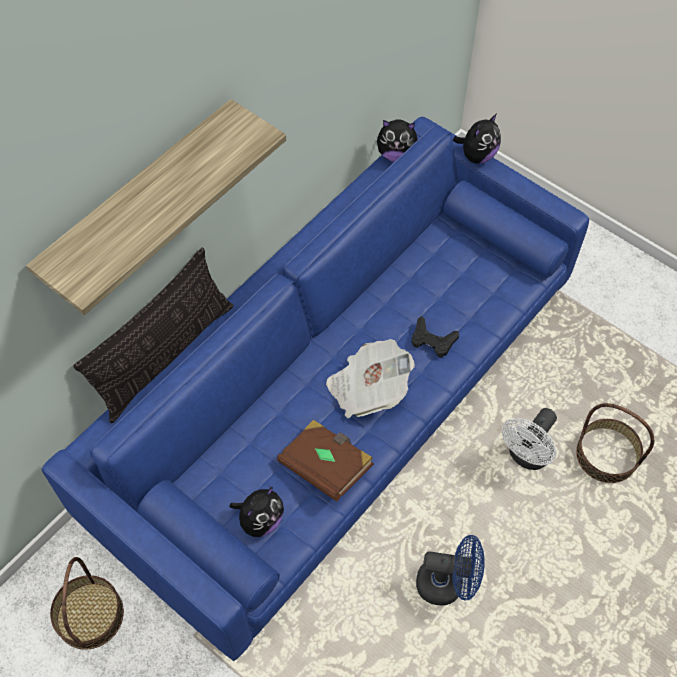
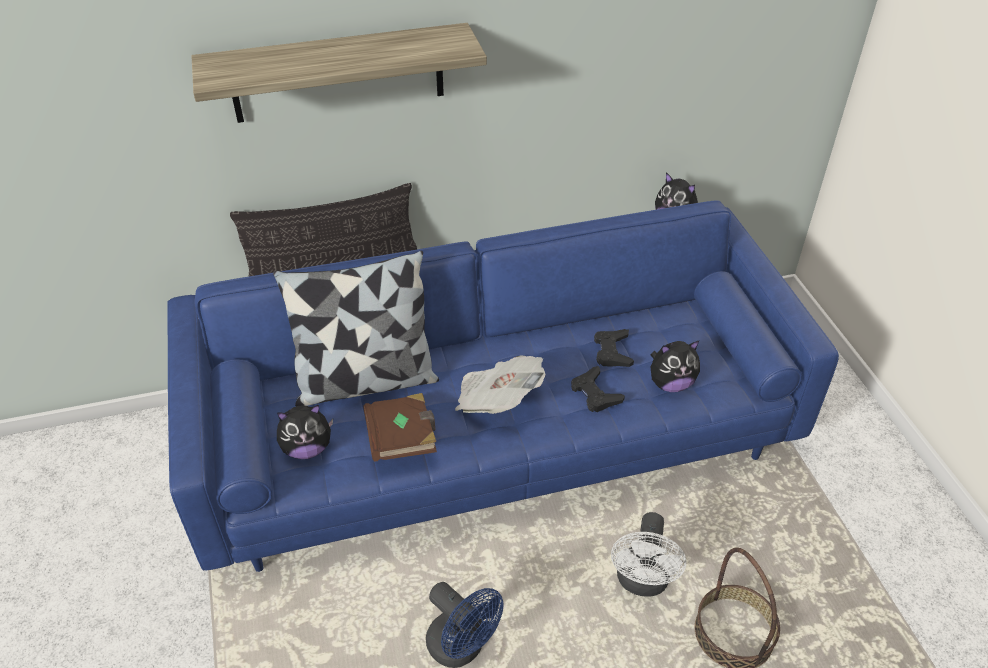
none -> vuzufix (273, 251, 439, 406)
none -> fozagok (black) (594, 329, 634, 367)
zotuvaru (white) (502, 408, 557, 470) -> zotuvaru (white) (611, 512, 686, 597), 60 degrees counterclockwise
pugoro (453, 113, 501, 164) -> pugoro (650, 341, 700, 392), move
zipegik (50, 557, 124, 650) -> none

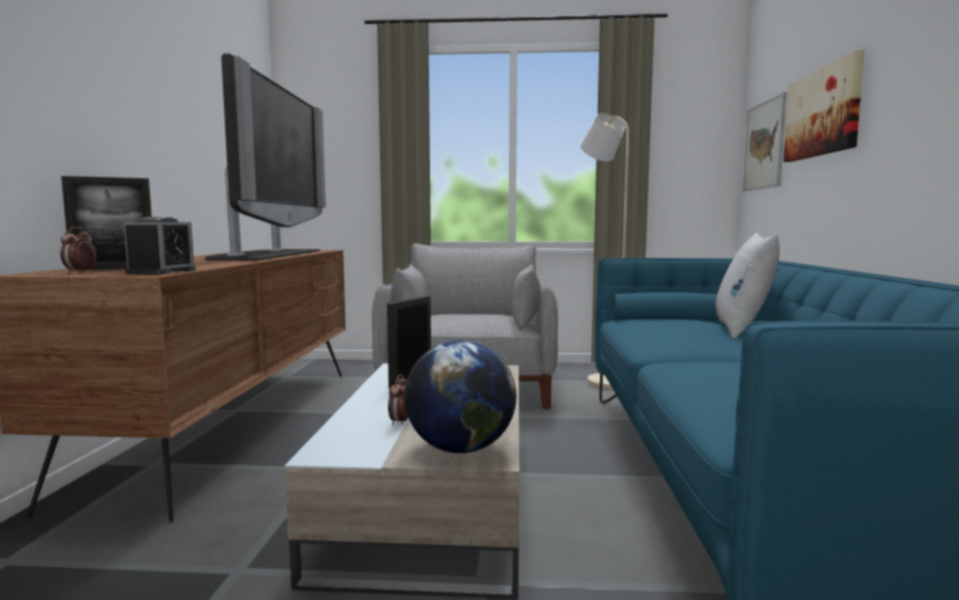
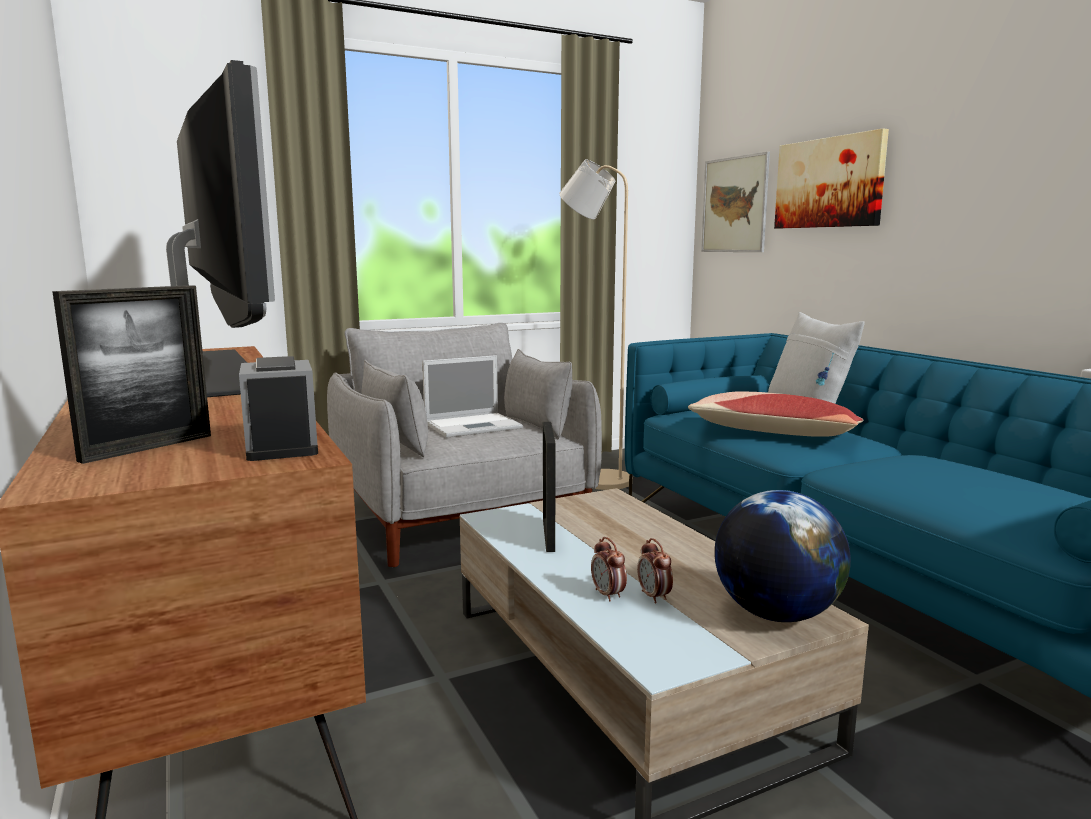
none -> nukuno (422, 355, 523, 438)
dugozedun (60, 227, 96, 274) -> dugozedun (591, 537, 627, 602), move
none -> vuzufix (688, 391, 863, 437)

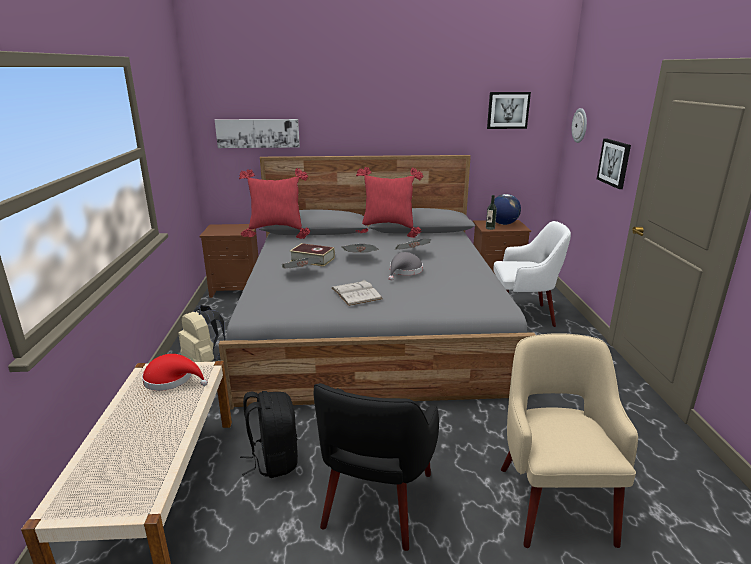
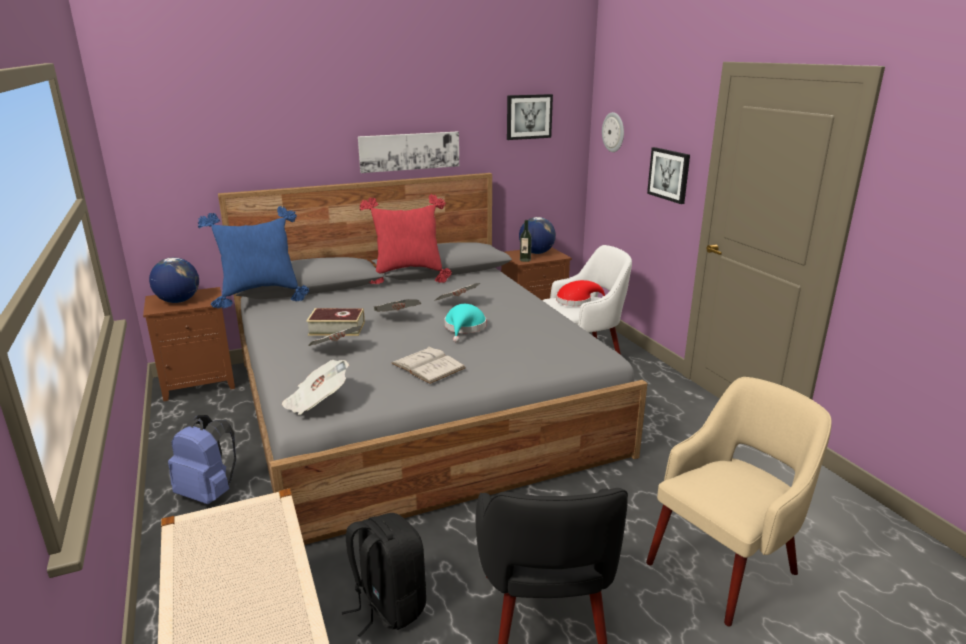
none -> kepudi (149, 258, 199, 303)
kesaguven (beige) (178, 305, 225, 362) -> kesaguven (blue) (168, 415, 236, 504)
vuzufix (red) (239, 168, 310, 239) -> vuzufix (blue) (198, 206, 309, 308)
none -> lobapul (282, 360, 349, 415)
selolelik (215, 119, 300, 148) -> selolelik (358, 132, 459, 173), move
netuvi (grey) (389, 252, 423, 281) -> netuvi (turquoise) (445, 304, 486, 342)
netuvi (red) (142, 354, 208, 391) -> netuvi (red) (556, 280, 605, 306), move
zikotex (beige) (501, 333, 638, 548) -> zikotex (beige) (646, 377, 832, 627), 75 degrees clockwise

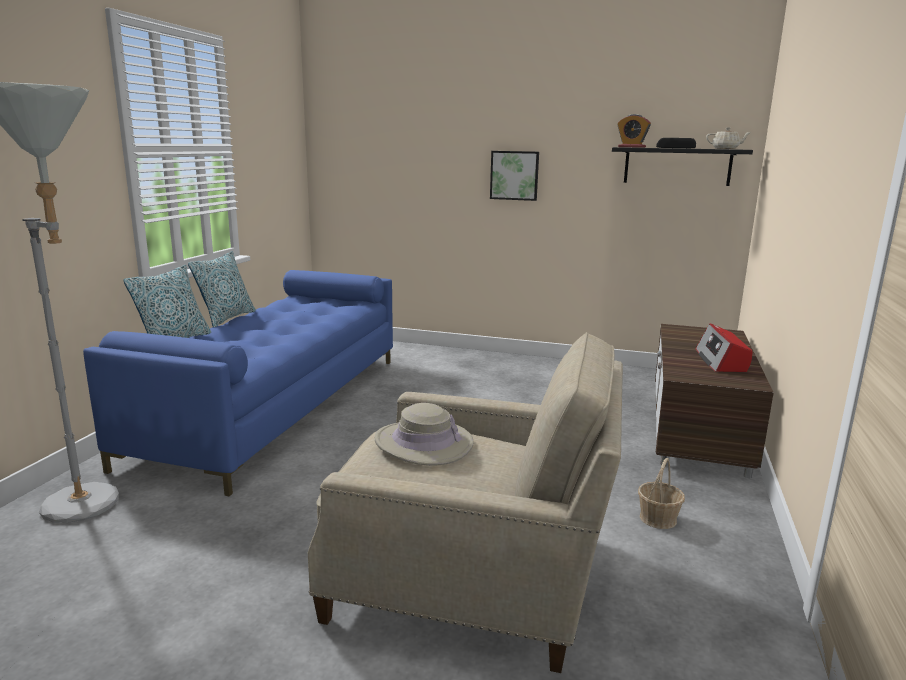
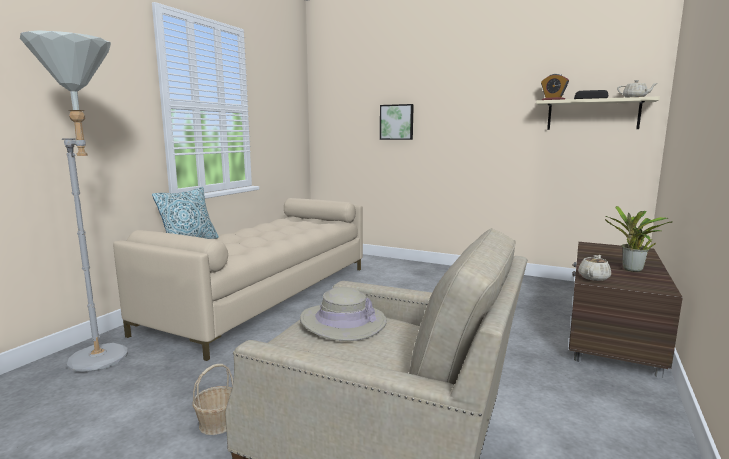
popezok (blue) (83, 270, 393, 496) -> popezok (beige) (113, 198, 363, 361)
zipegik (638, 458, 685, 529) -> zipegik (192, 364, 233, 435), move
selolelik (490, 151, 539, 201) -> selolelik (380, 104, 414, 140), move
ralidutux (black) (612, 147, 753, 186) -> ralidutux (beige) (536, 96, 660, 130)
none -> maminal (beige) (578, 255, 611, 281)
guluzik (696, 324, 753, 372) -> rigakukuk (605, 206, 673, 272)
vuzufix (188, 251, 256, 328) -> none

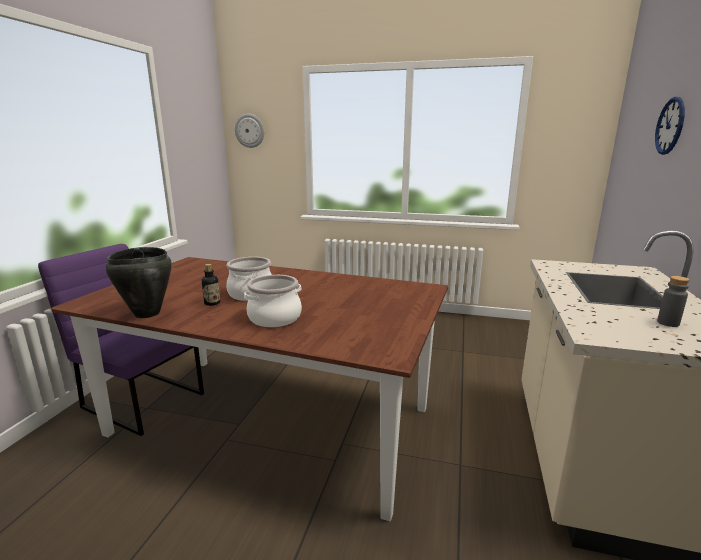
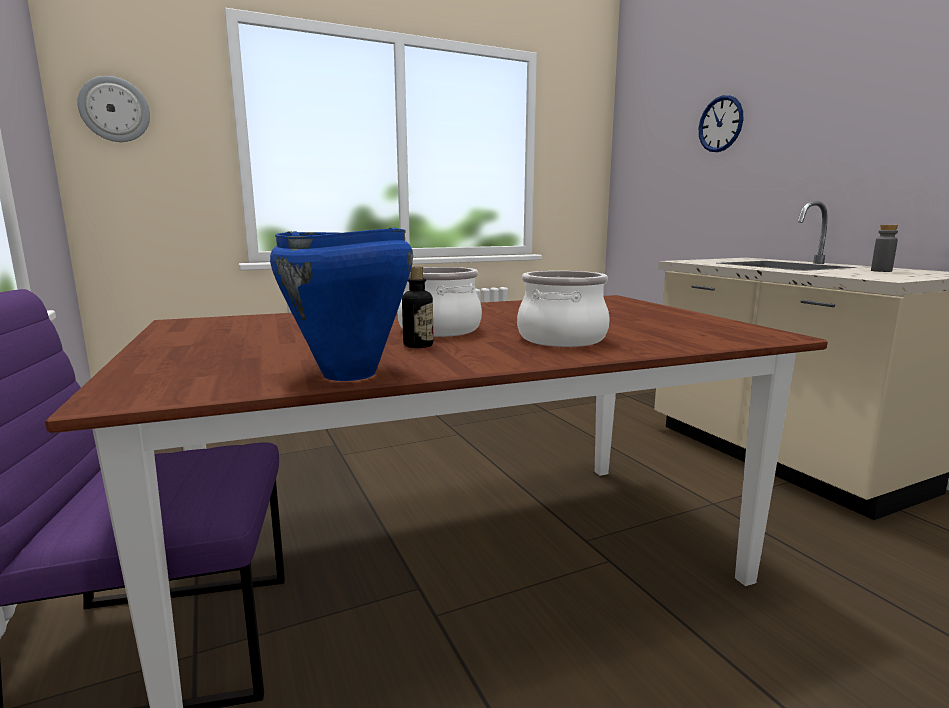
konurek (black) (106, 247, 172, 318) -> konurek (blue) (270, 228, 413, 381)

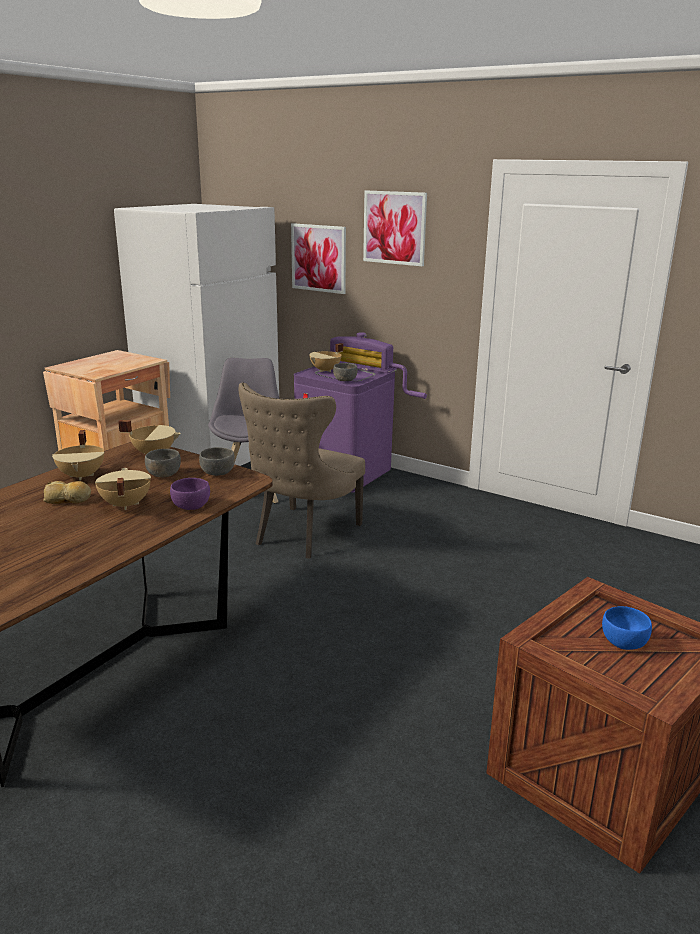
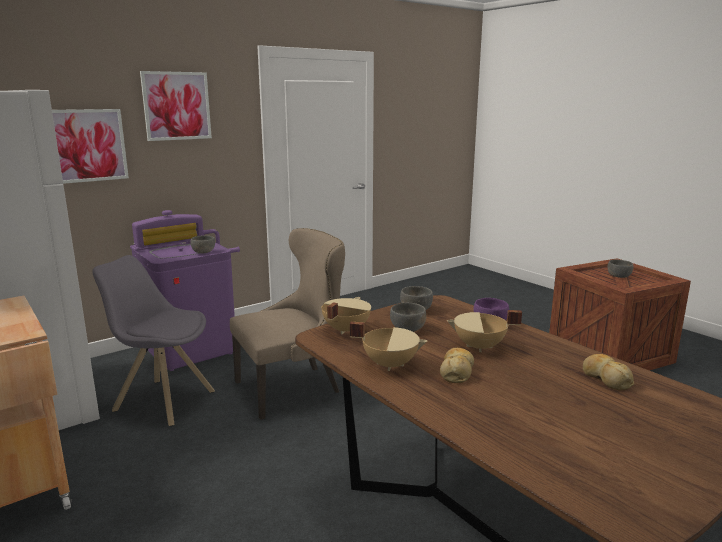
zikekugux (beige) (239, 383, 365, 558) -> zikekugux (beige) (230, 228, 345, 420), 75 degrees counterclockwise
none -> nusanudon (583, 354, 634, 390)
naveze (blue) (602, 606, 652, 650) -> naveze (grey) (608, 260, 634, 278)
konurek (beige) (309, 343, 343, 372) -> none

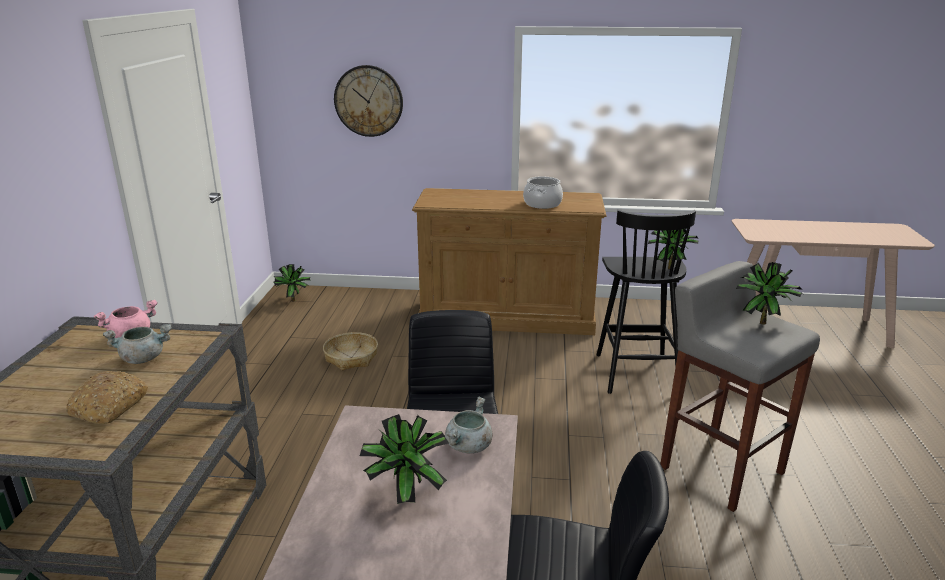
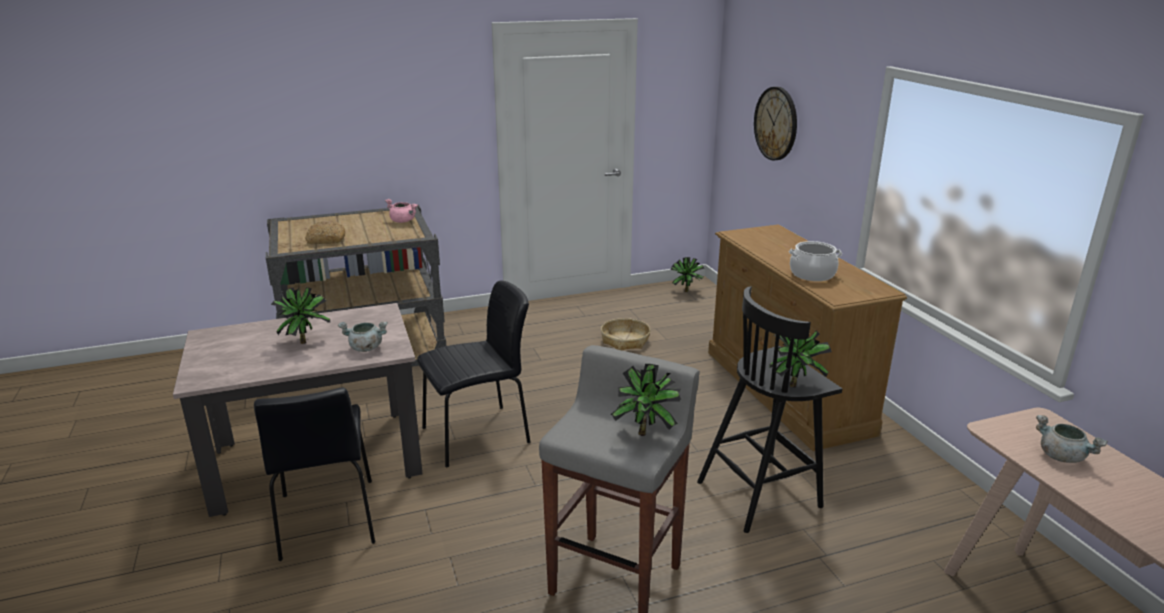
konurek (grey) (103, 324, 172, 364) -> konurek (grey) (1036, 415, 1108, 463), move

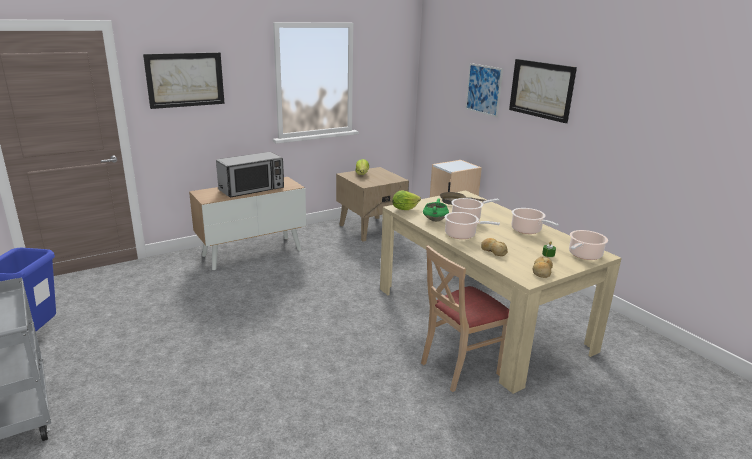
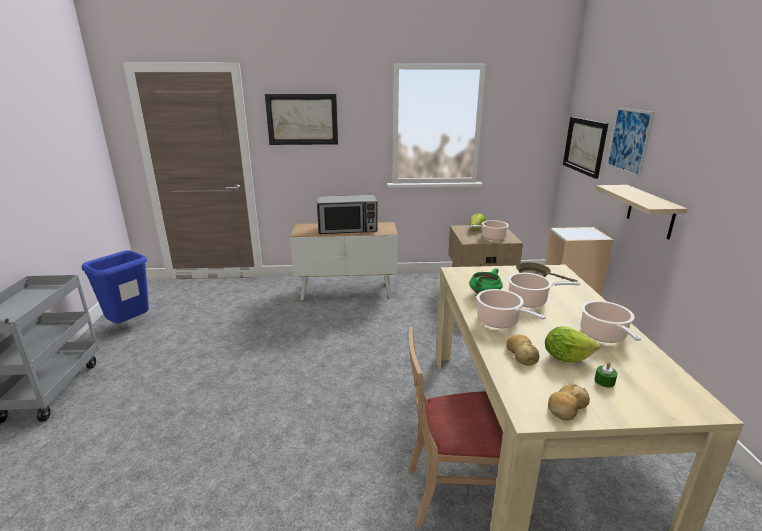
konurek (569, 230, 608, 260) -> konurek (469, 220, 509, 240), move
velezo (392, 191, 421, 210) -> velezo (545, 326, 600, 363), move
selolelik (509, 59, 577, 123) -> selolelik (563, 117, 608, 179), move
none -> ralidutux (595, 185, 688, 240)

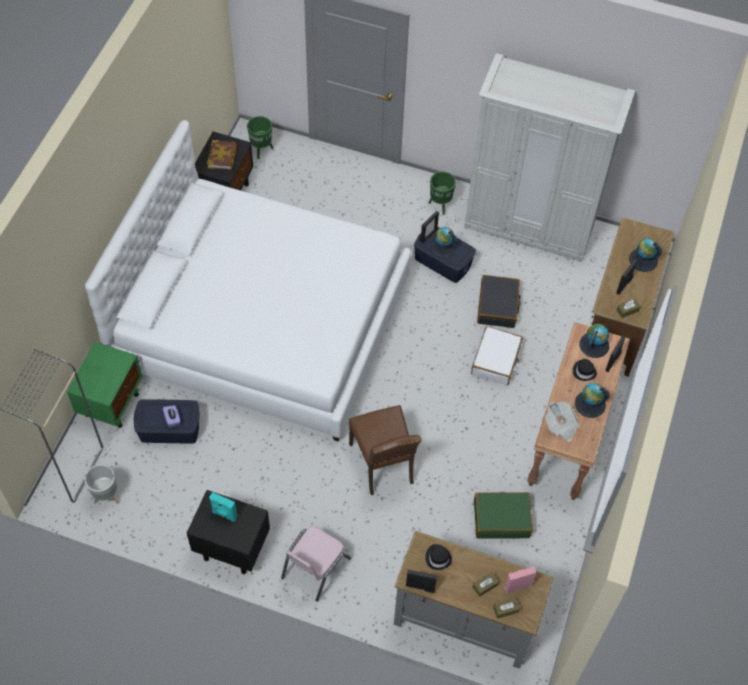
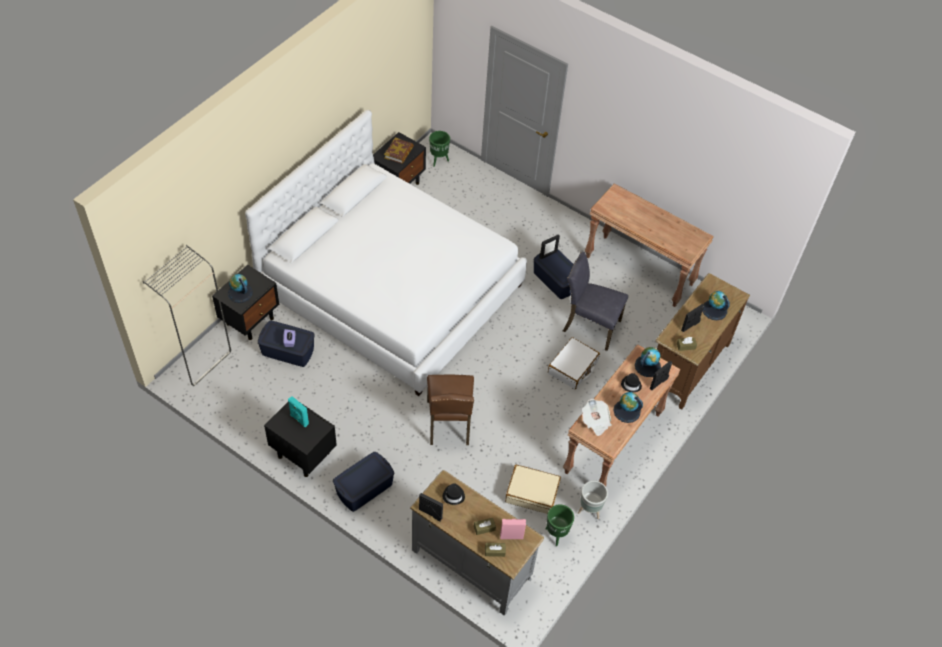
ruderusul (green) (67, 342, 143, 428) -> ruderusul (black) (212, 265, 279, 340)
kepudi (430, 227, 457, 258) -> kepudi (228, 274, 253, 303), move
zikekugux (pink) (281, 526, 351, 602) -> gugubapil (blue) (333, 452, 394, 512)
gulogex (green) (474, 492, 533, 539) -> gulogex (beige) (505, 465, 561, 514)
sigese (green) (429, 172, 456, 215) -> sigese (green) (545, 504, 574, 546), move
gulogex (black) (477, 275, 521, 328) -> zikekugux (grey) (563, 252, 628, 351)
sigese (grey) (84, 464, 119, 504) -> sigese (grey) (578, 481, 608, 519), move
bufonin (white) (464, 53, 635, 262) -> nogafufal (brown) (585, 183, 714, 307)

